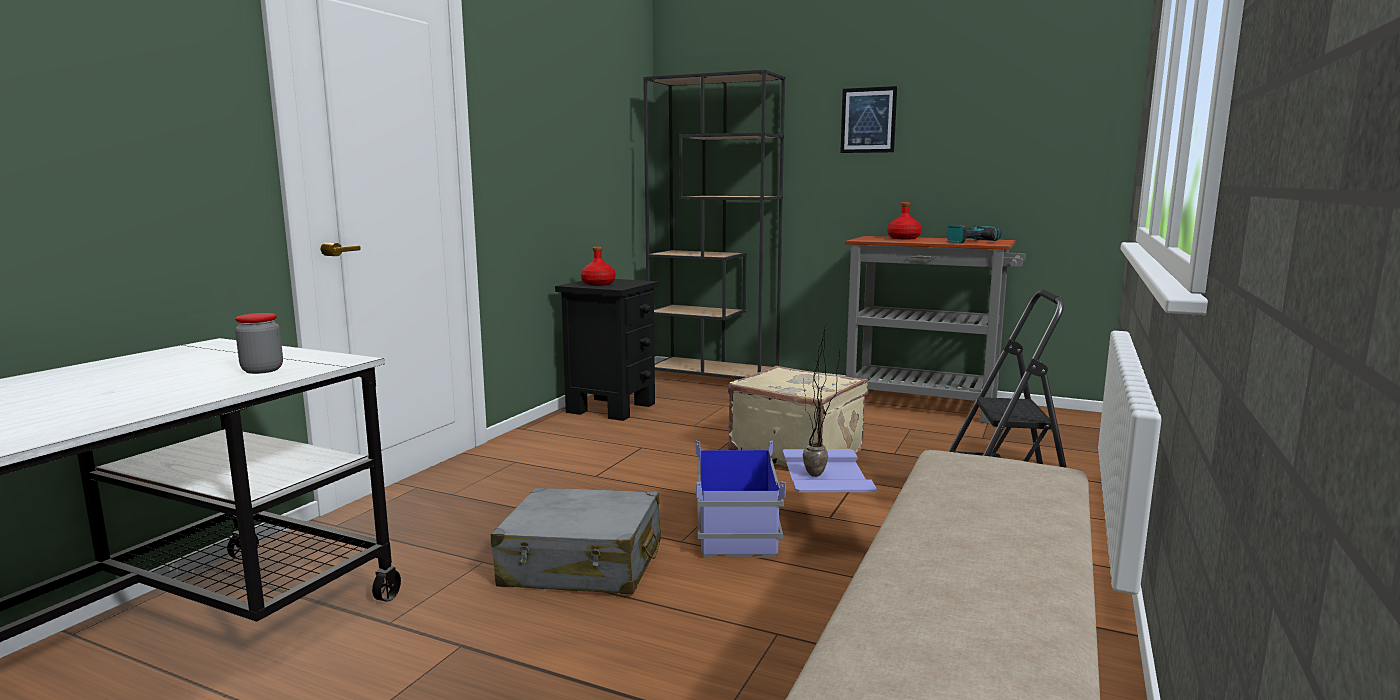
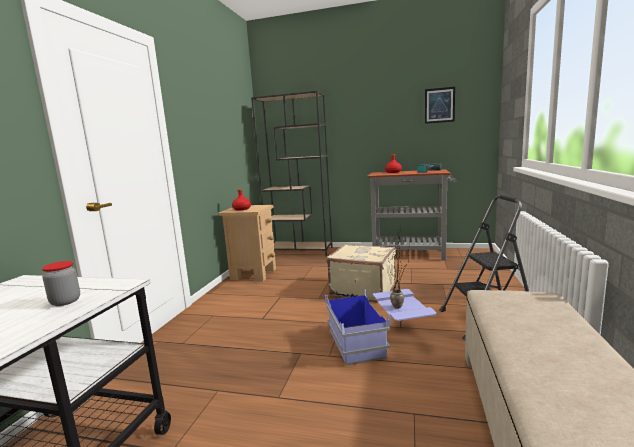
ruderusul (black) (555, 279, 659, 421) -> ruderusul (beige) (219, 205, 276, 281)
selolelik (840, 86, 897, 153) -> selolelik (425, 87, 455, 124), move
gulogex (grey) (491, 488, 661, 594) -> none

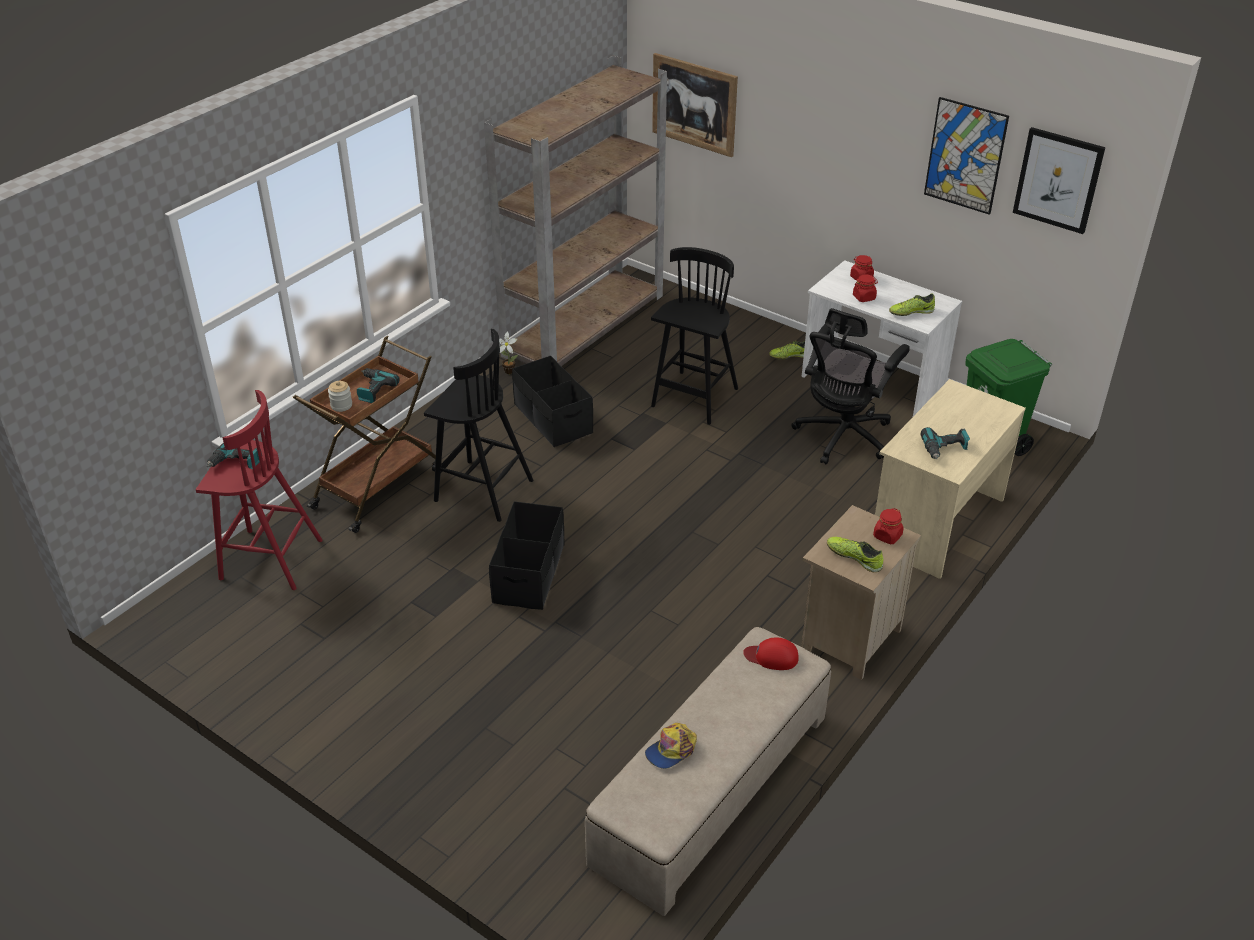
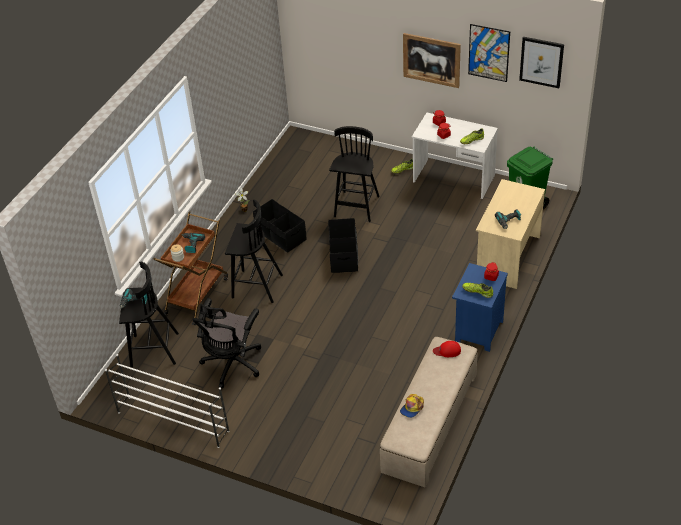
none -> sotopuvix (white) (105, 354, 230, 448)
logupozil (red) (195, 390, 323, 590) -> logupozil (black) (119, 261, 179, 367)
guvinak (791, 308, 910, 464) -> guvinak (193, 298, 261, 388), move
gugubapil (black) (489, 501, 565, 610) -> gugubapil (black) (328, 218, 358, 273), move
selolelik (652, 53, 738, 157) -> selolelik (403, 33, 461, 88), move
ruderusul (beige) (801, 505, 921, 680) -> ruderusul (blue) (452, 263, 508, 352)
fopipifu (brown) (484, 56, 667, 366) -> none

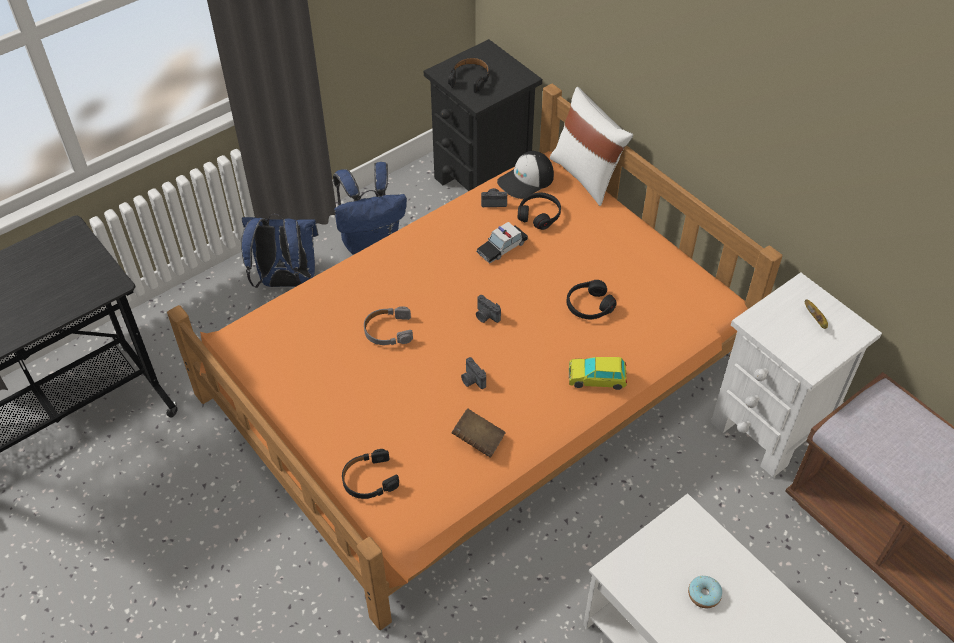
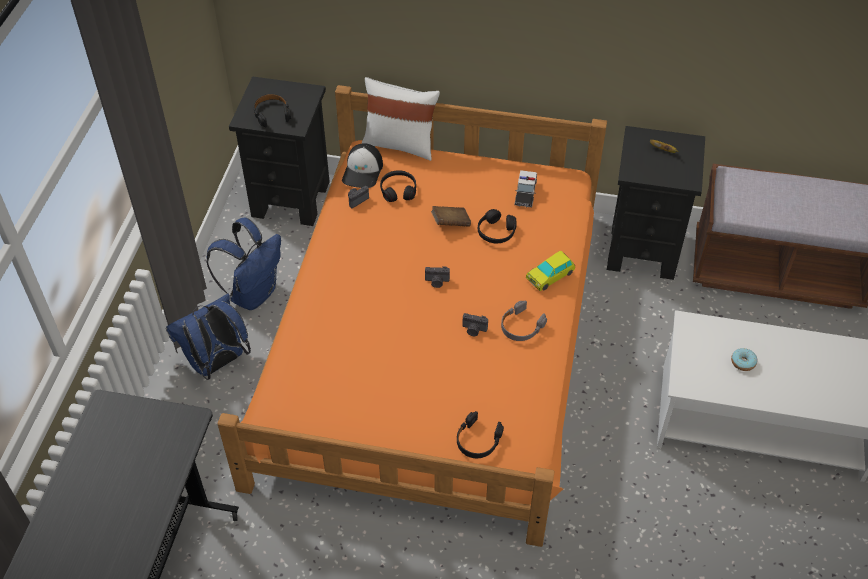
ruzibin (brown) (452, 408, 506, 458) -> ruzibin (brown) (431, 206, 471, 227), move
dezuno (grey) (364, 306, 413, 345) -> dezuno (grey) (501, 300, 547, 341), move
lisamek (476, 222, 528, 263) -> lisamek (514, 170, 537, 207), move
ruderusul (white) (711, 272, 882, 477) -> ruderusul (black) (607, 126, 705, 280)

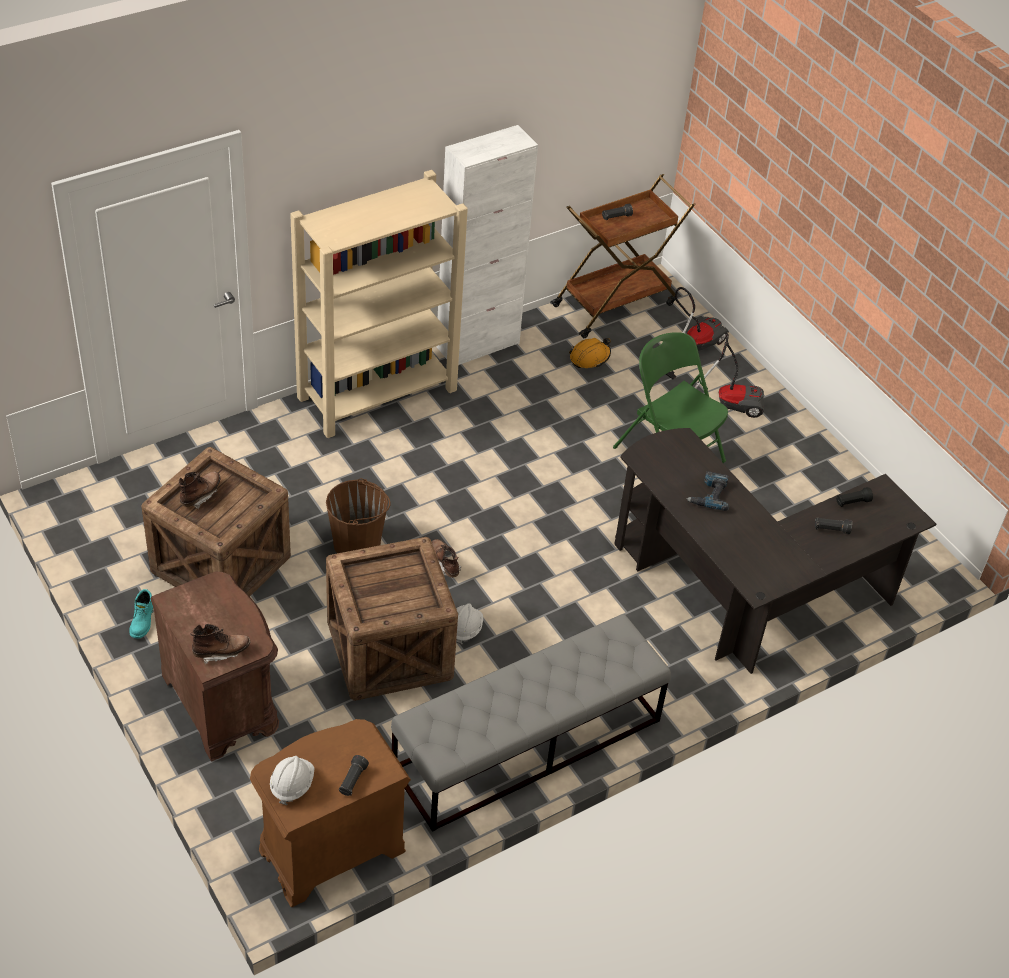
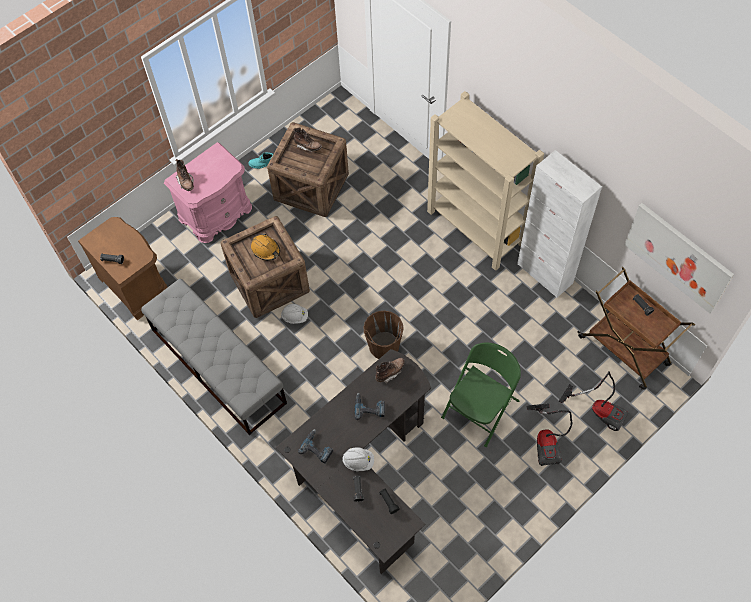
ruderusul (brown) (150, 572, 279, 761) -> ruderusul (pink) (164, 142, 252, 243)
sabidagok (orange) (569, 338, 611, 368) -> sabidagok (orange) (251, 233, 280, 261), move
none -> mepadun (298, 429, 333, 464)
sabidagok (white) (270, 756, 314, 805) -> sabidagok (white) (342, 447, 374, 471), move
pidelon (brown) (326, 478, 390, 553) -> pidelon (brown) (363, 311, 404, 359), move
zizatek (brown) (432, 539, 461, 578) -> zizatek (brown) (375, 358, 405, 384), move
none -> selolelik (625, 203, 734, 314)

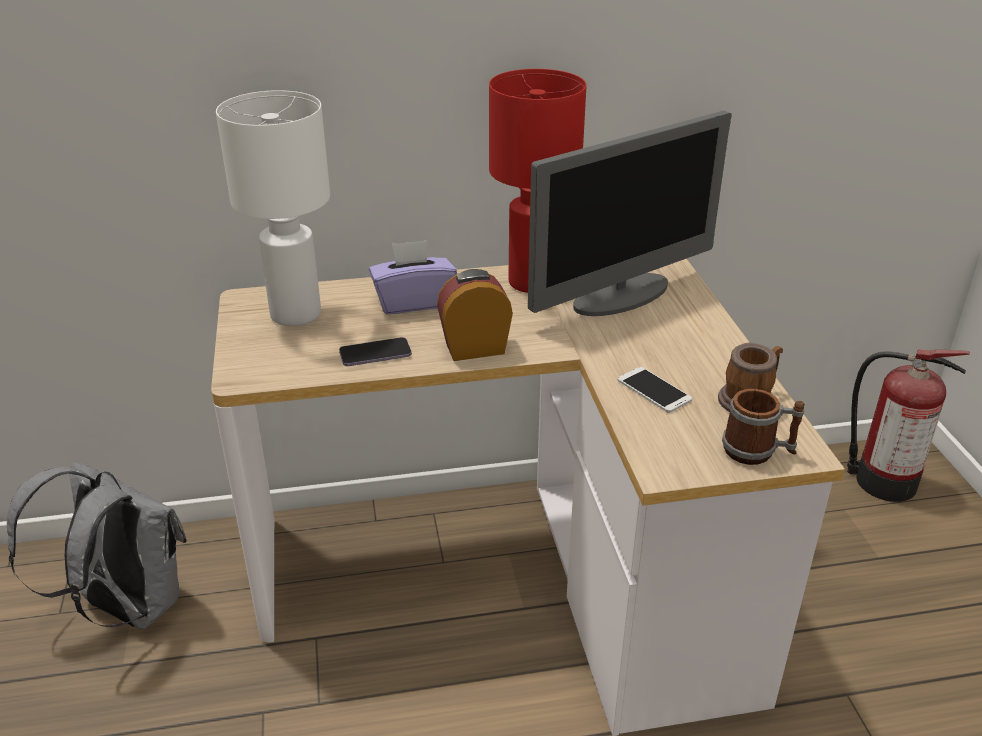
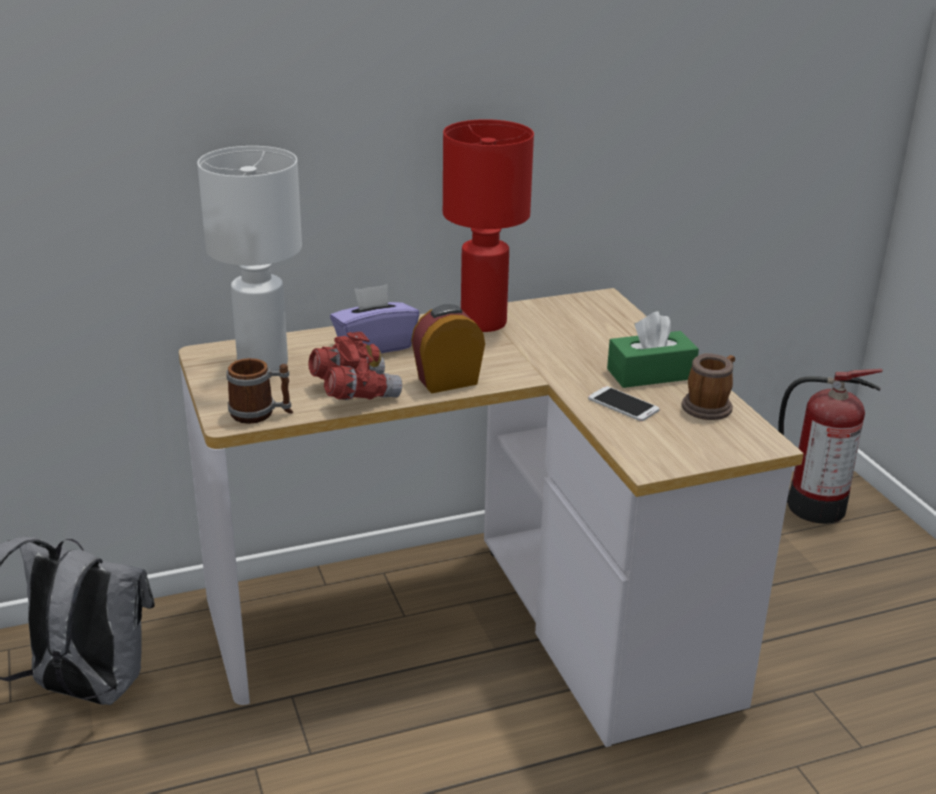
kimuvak (722, 389, 805, 465) -> kimuvak (226, 358, 293, 424), move
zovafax (339, 337, 412, 366) -> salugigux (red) (308, 332, 402, 400)
none -> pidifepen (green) (607, 311, 699, 388)
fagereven (528, 111, 732, 316) -> none

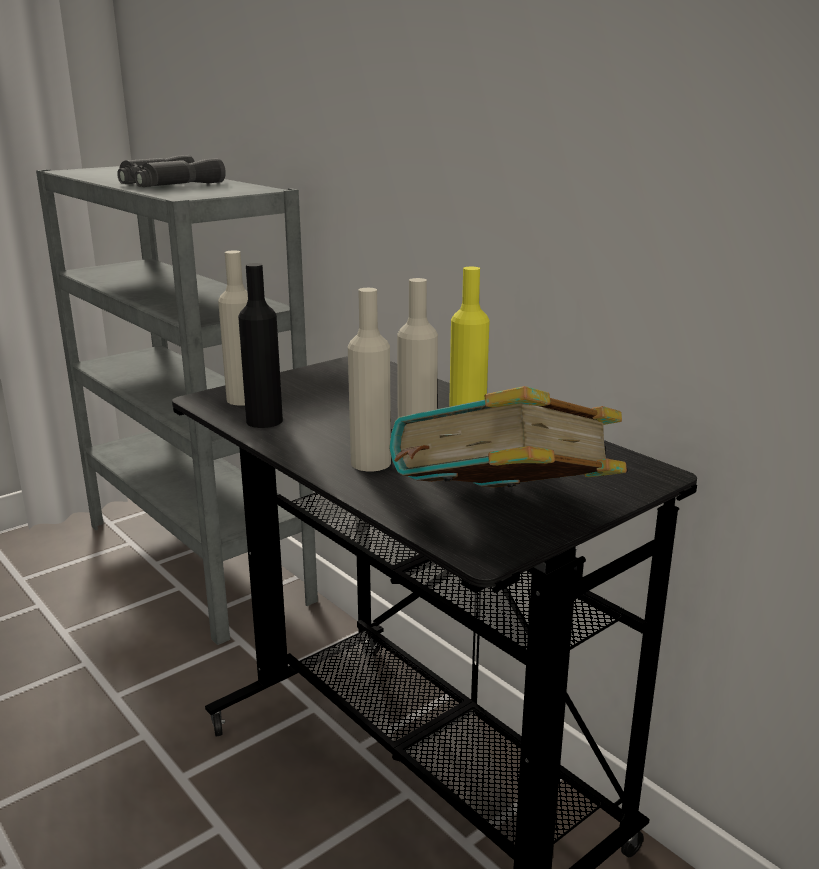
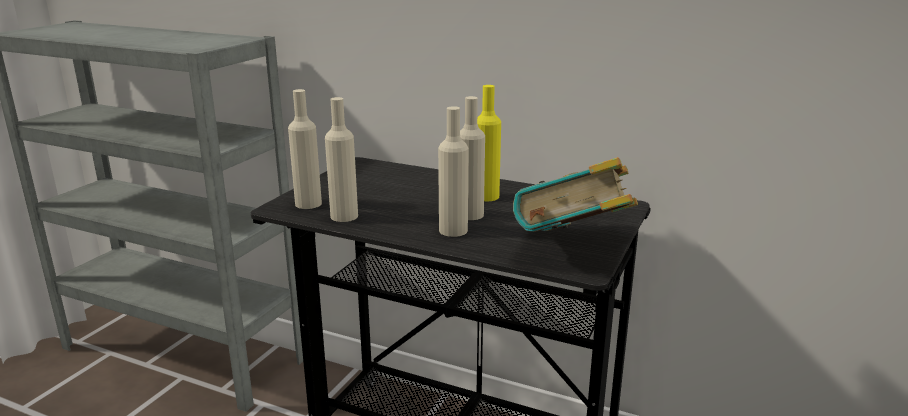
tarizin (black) (238, 263, 283, 428) -> tarizin (beige) (325, 97, 358, 222)
salugigux (grey) (117, 155, 226, 187) -> none

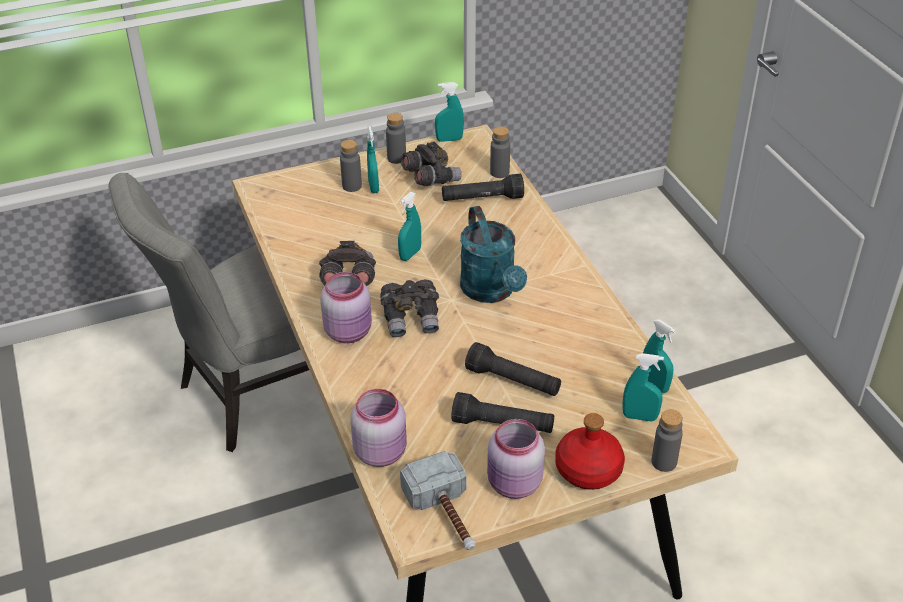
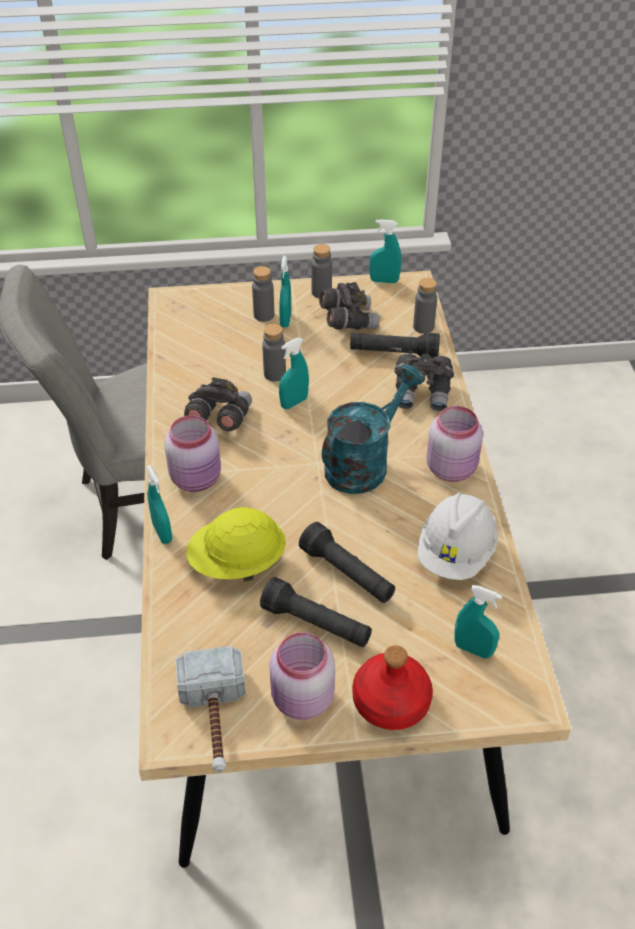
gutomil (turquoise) (643, 319, 676, 393) -> gutomil (turquoise) (146, 465, 172, 544), move
none -> sabidagok (yellow) (186, 507, 286, 581)
tarizin (grey) (651, 409, 683, 472) -> tarizin (grey) (262, 324, 286, 381), move
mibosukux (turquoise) (460, 206, 527, 303) -> mibosukux (turquoise) (322, 364, 424, 494), 135 degrees counterclockwise
salugigux (grey) (380, 279, 439, 337) -> salugigux (grey) (394, 354, 454, 411), move
none -> sabidagok (white) (418, 492, 498, 580)
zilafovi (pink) (350, 389, 407, 467) -> zilafovi (pink) (426, 406, 483, 482), move

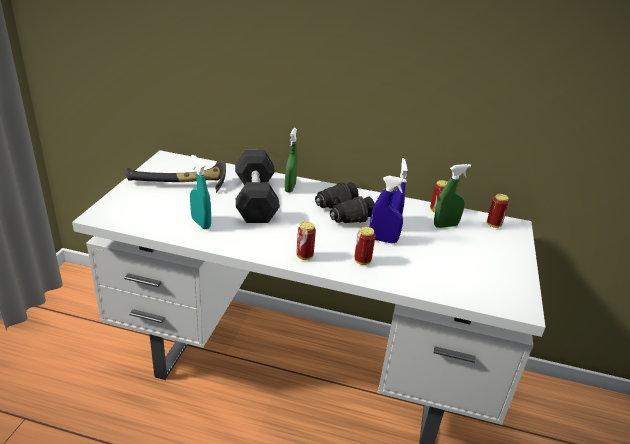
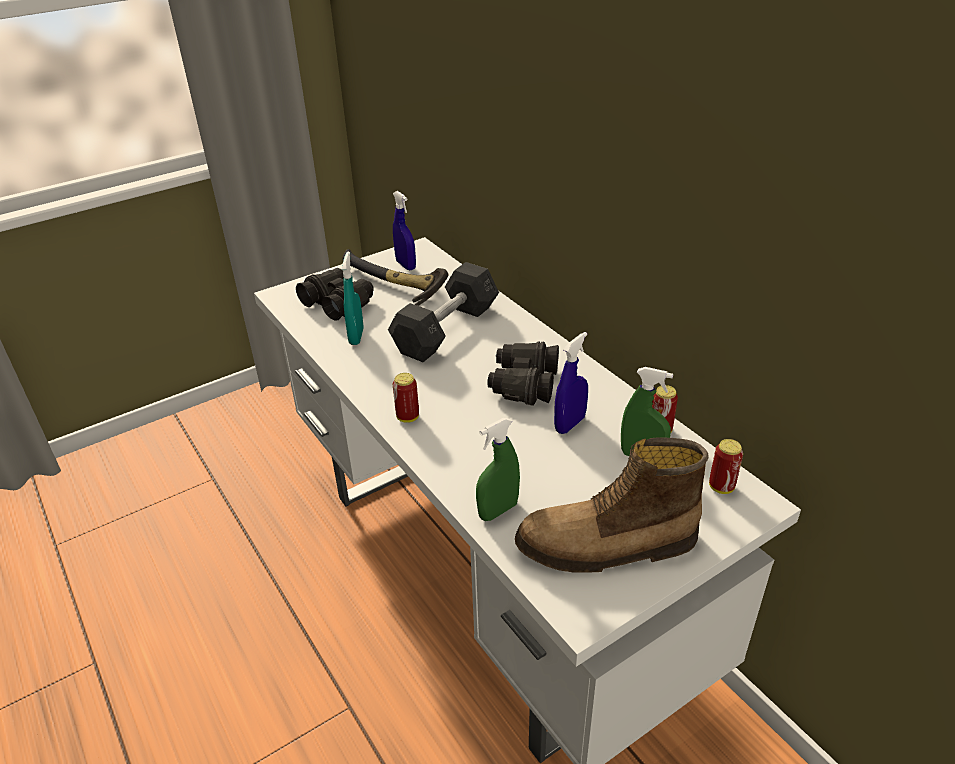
none -> salugigux (black) (296, 268, 374, 321)
gutomil (blue) (370, 176, 407, 243) -> gutomil (blue) (393, 191, 416, 270), move
gutomil (green) (285, 128, 298, 192) -> gutomil (green) (476, 418, 520, 521), move
none -> zizatek (515, 437, 709, 573)
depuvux (354, 227, 375, 265) -> none

